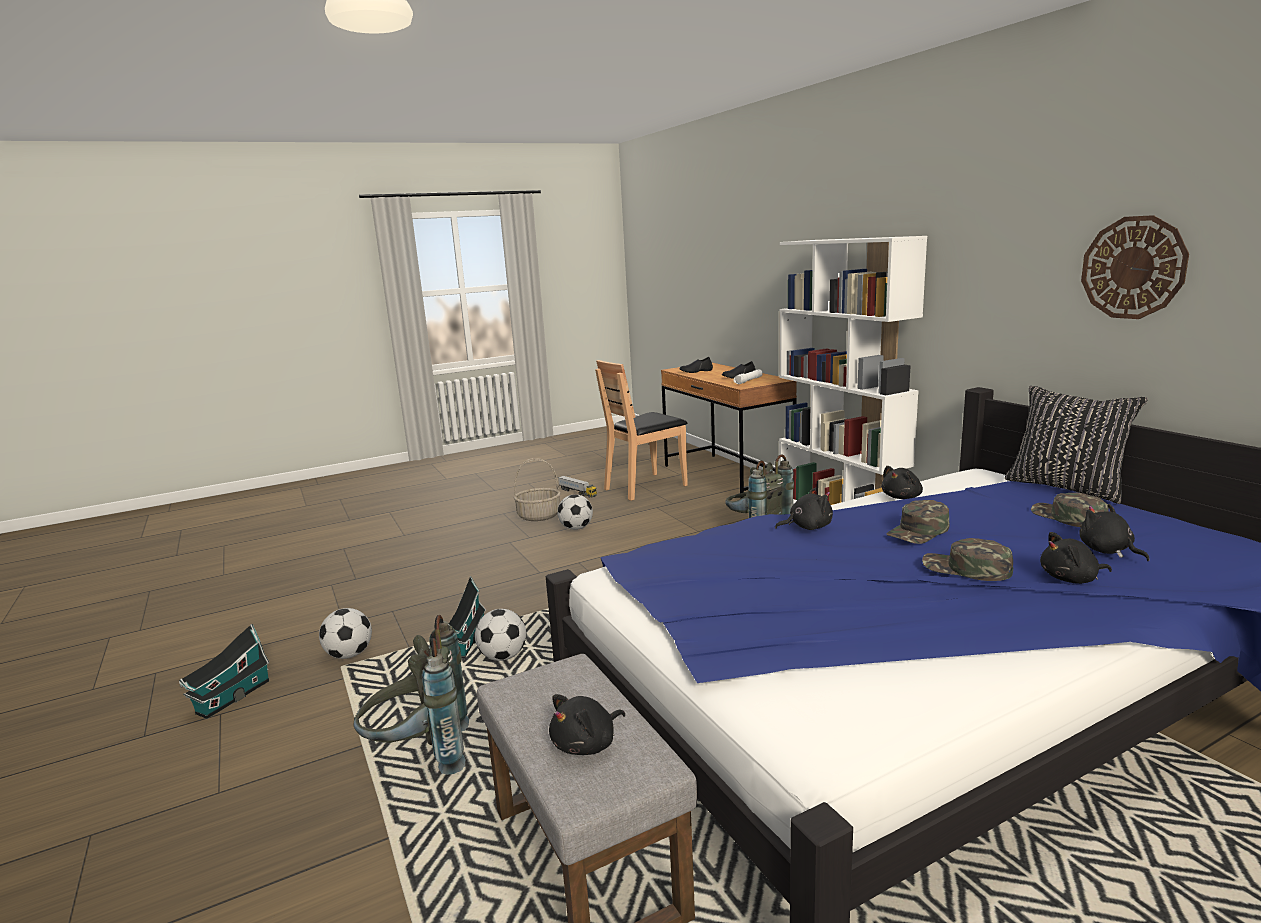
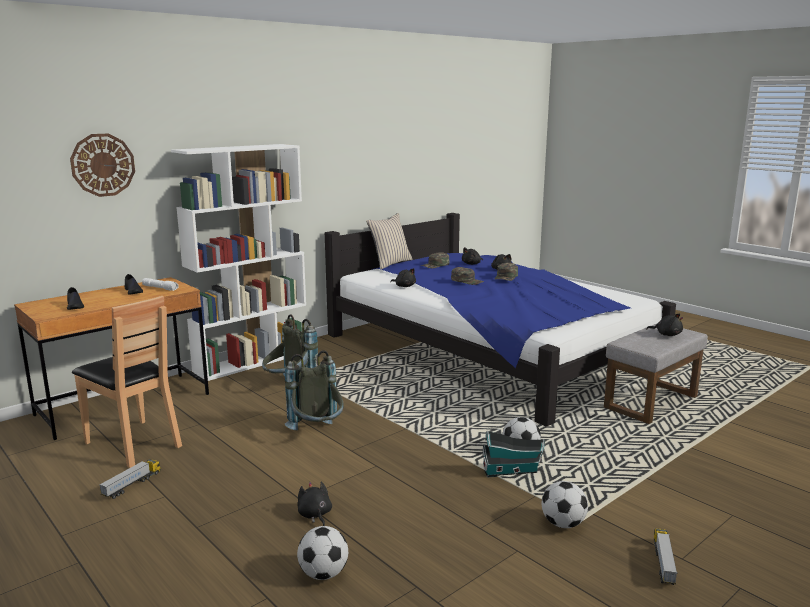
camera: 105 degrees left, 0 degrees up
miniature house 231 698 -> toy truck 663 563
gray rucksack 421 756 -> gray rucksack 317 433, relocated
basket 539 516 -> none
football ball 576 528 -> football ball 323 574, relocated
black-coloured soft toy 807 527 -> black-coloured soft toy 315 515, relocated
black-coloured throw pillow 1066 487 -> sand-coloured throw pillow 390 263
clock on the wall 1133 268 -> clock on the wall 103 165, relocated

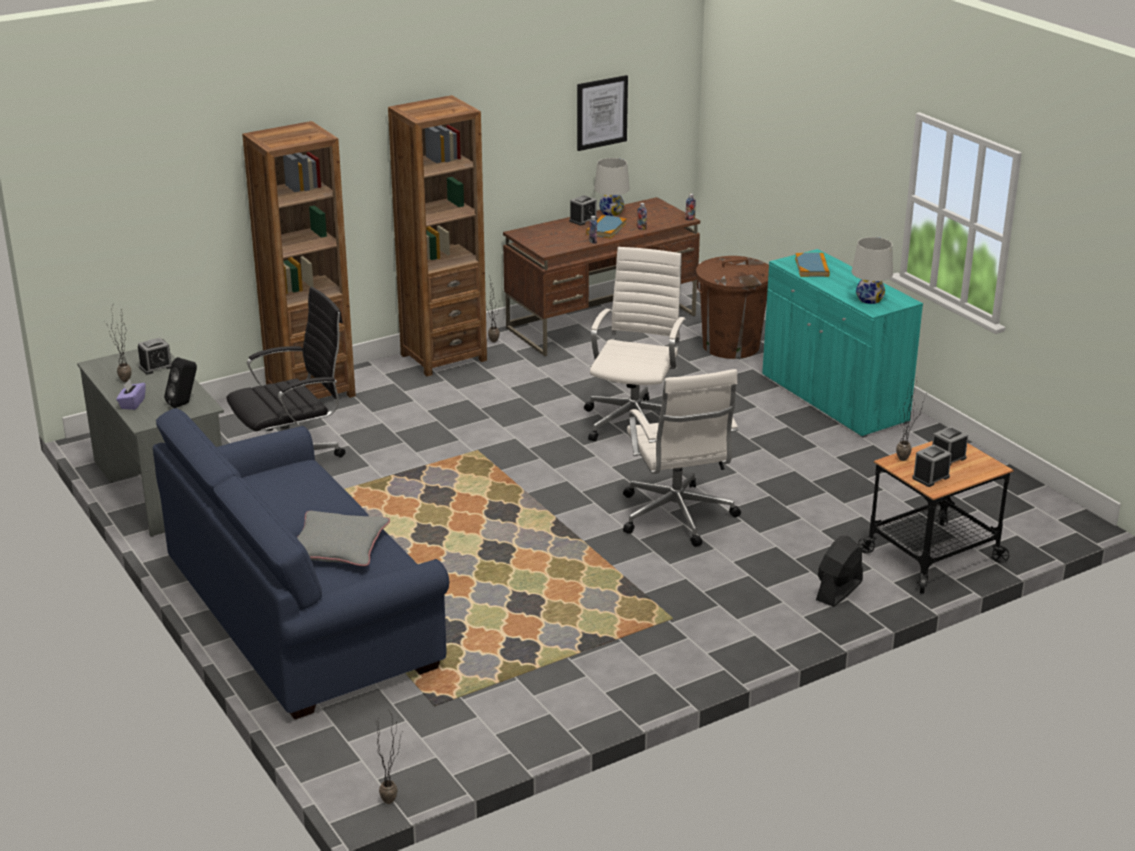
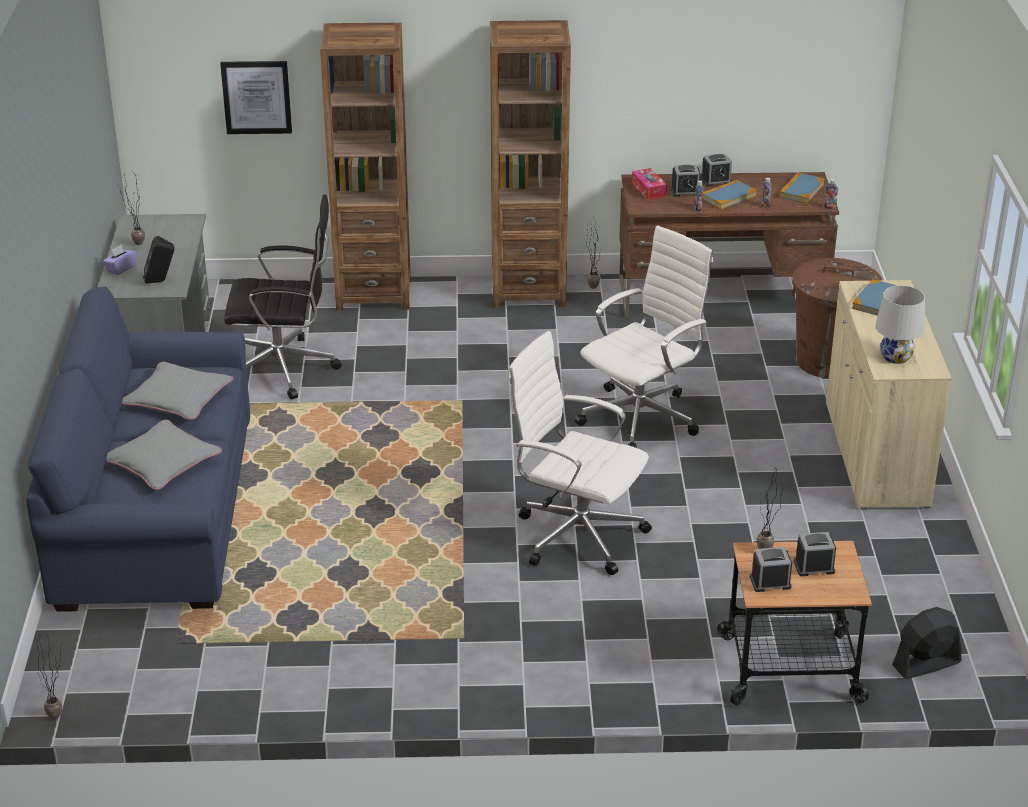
camera: 30 degrees right, 5 degrees up
table clock 156 367 -> table clock 685 191, relocated
wall picture 601 112 -> wall picture 256 97, relocated
whitish lamp for a table 611 212 -> none
whitish computer chair 677 517 -> whitish computer chair 576 534, 105 degrees clockwise
blue-green cupboard 833 399 -> sand-coloured cupboard 875 455
black-coloured electric fan 839 591 -> black-coloured electric fan 926 664, relocated
none -> gray throw pillow 178 399
none -> tissue holder 648 189
none -> bound book 801 190

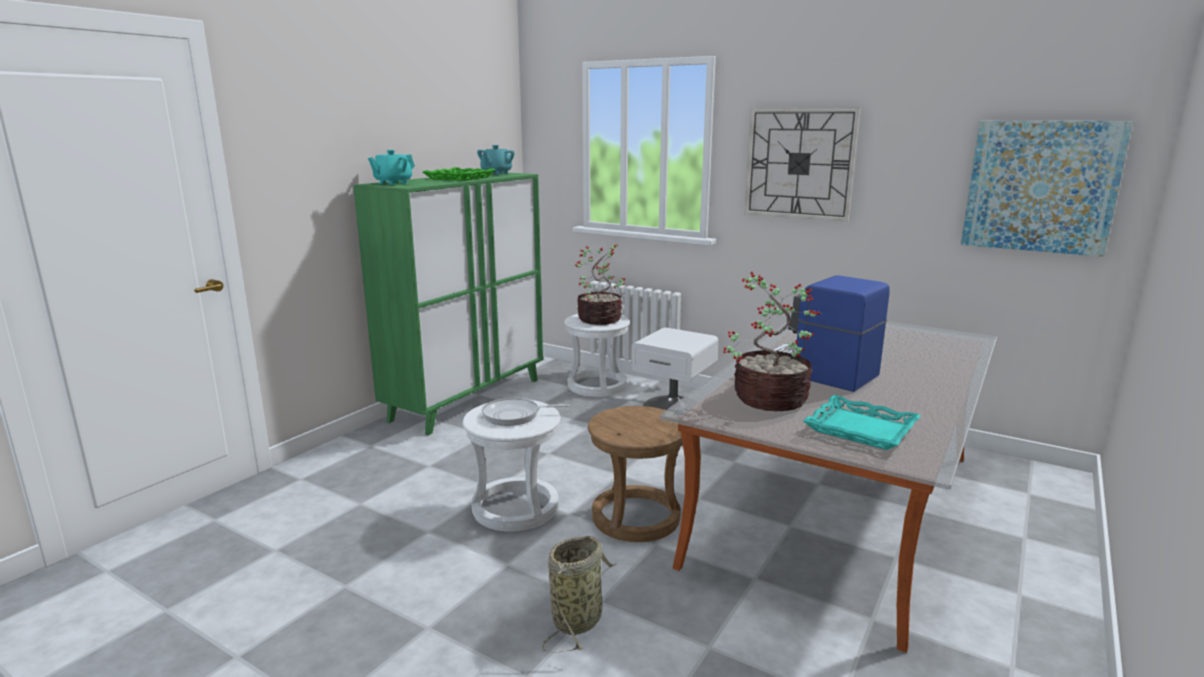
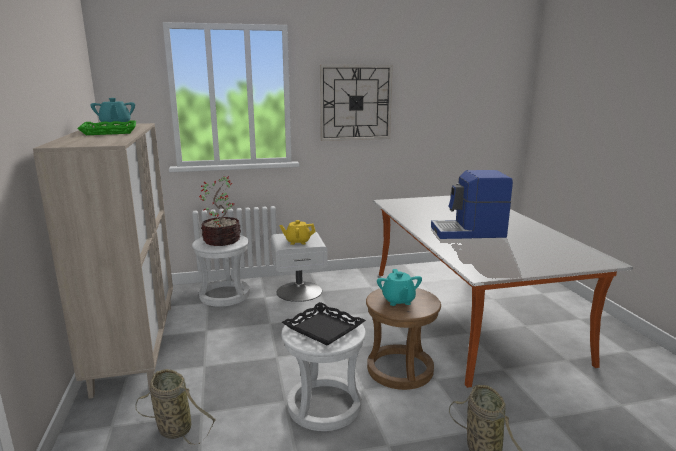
camera: 45 degrees left, 0 degrees up
greenish cupboard 467 399 -> sand-coloured cupboard 135 345
blue-green pot for tea 393 183 -> blue-green pot for tea 398 300, relocated
skillet 515 415 -> black-coloured carrying tray 324 328
plant in a pot 767 399 -> none
blue-green carrying tray 861 429 -> none
wall picture 1040 186 -> none
none -> basket 172 428
none -> yellow-coloured pot for tea 297 242

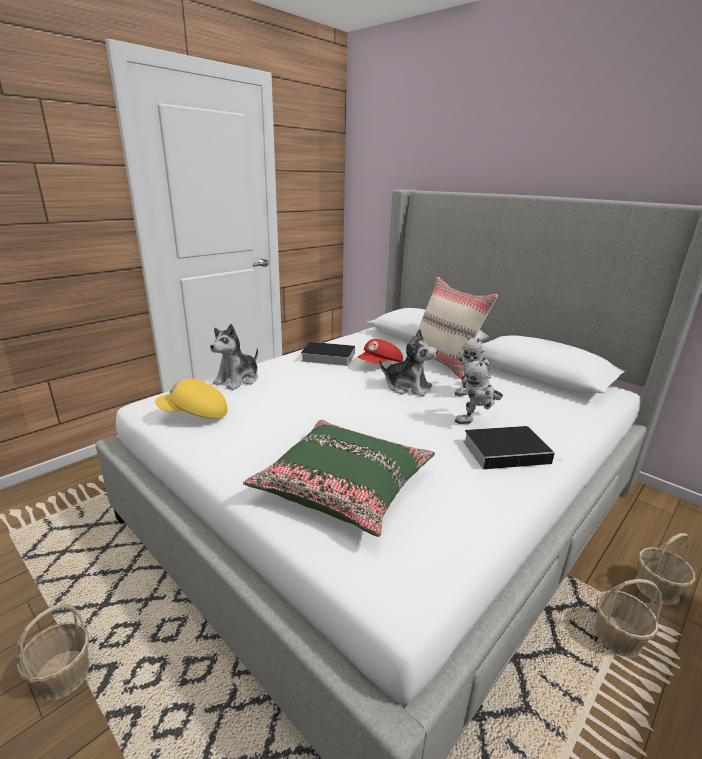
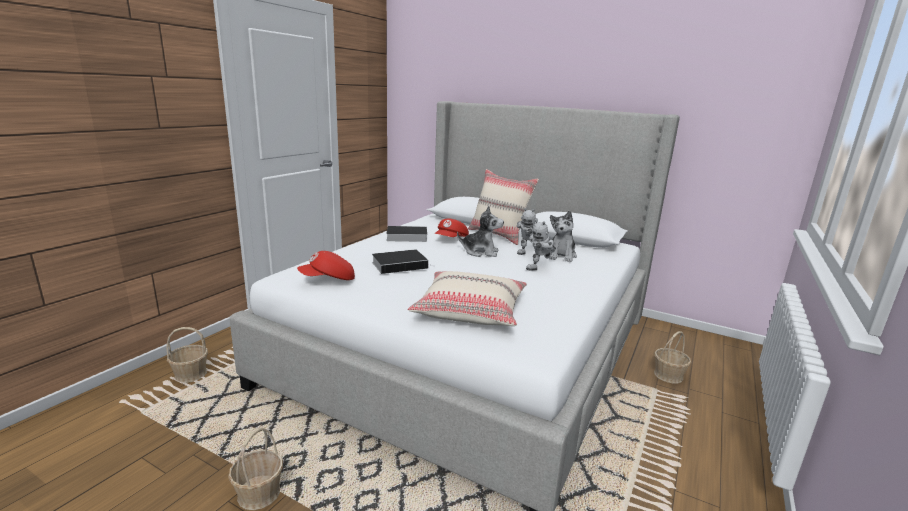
camera: 15 degrees left, 5 degrees down
yellow-coloured peaked cap 195 414 -> reddish peaked cap 328 279
soft toy 238 380 -> soft toy 561 255, relocated
greenish throw pillow 344 486 -> sand-coloured throw pillow 470 310
bound book 507 451 -> bound book 401 265, relocated
basket 616 636 -> basket 190 374, relocated

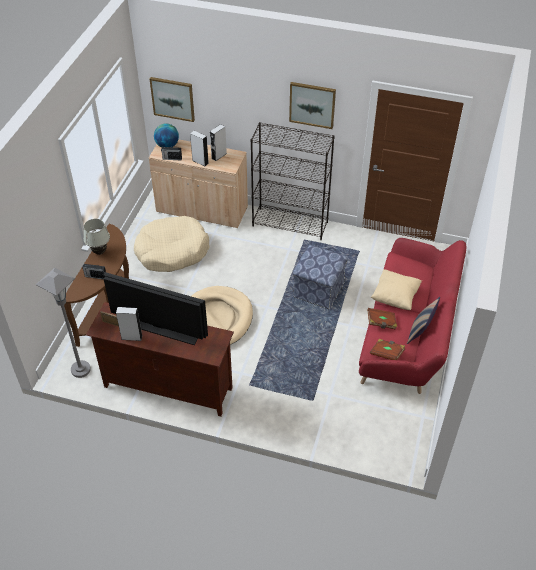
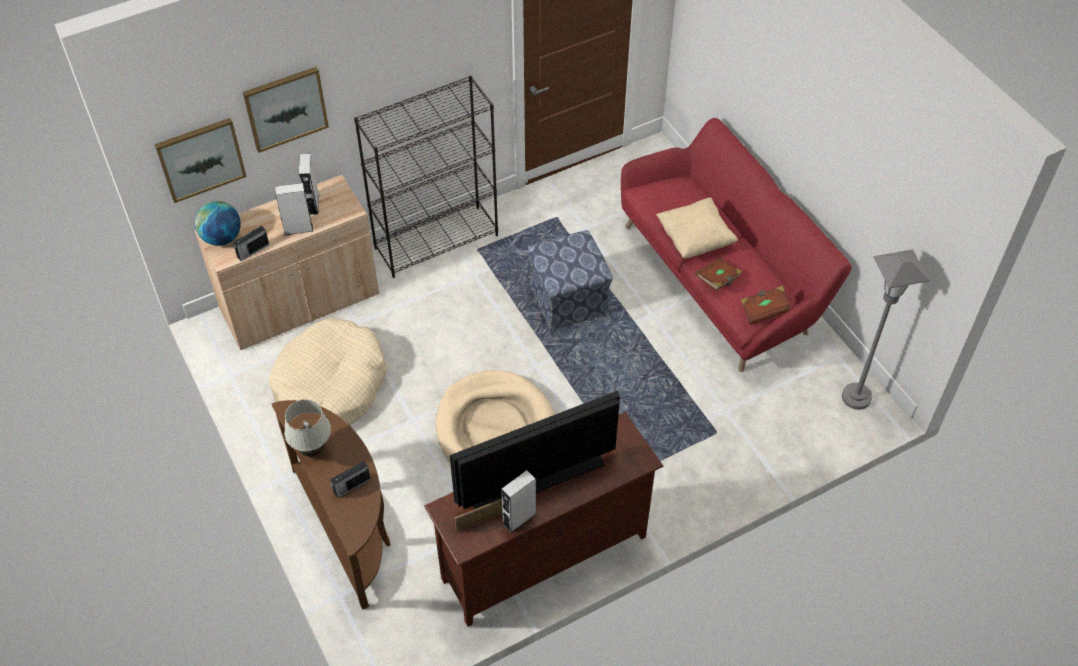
camera: 45 degrees left, 5 degrees up
gray floor lamp 80 370 -> gray floor lamp 856 397, relocated
wall picture 312 104 -> wall picture 285 108, relocated
throw pillow 420 332 -> none

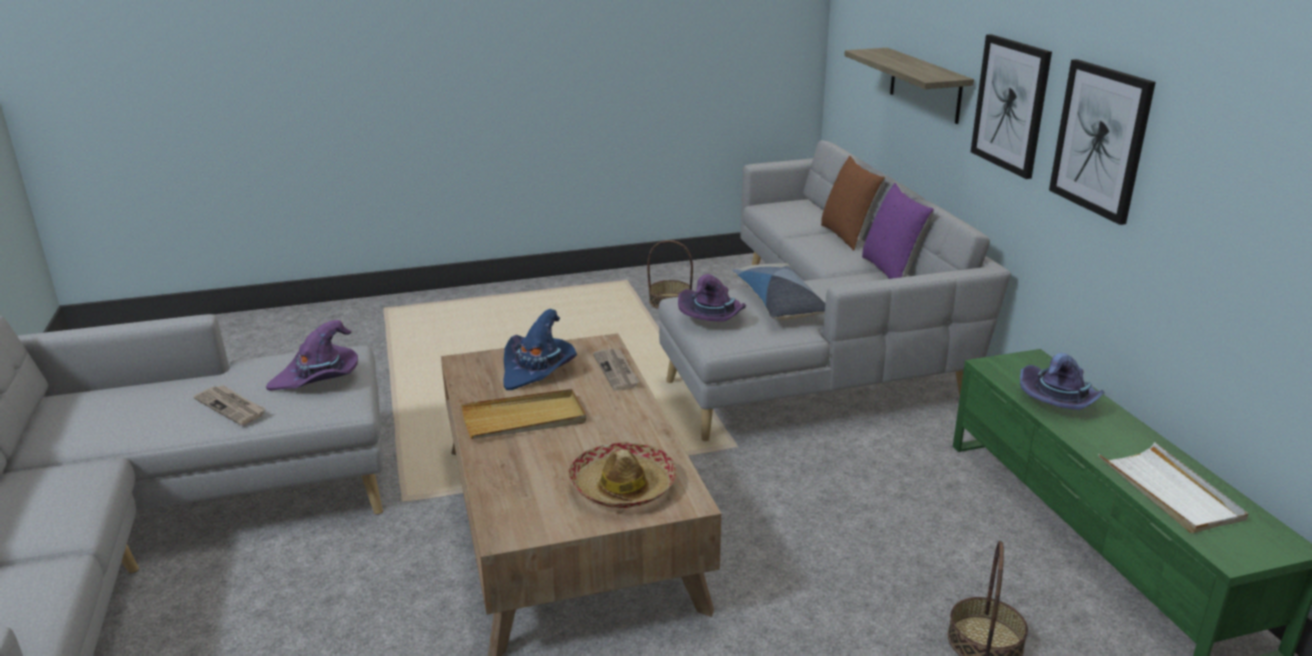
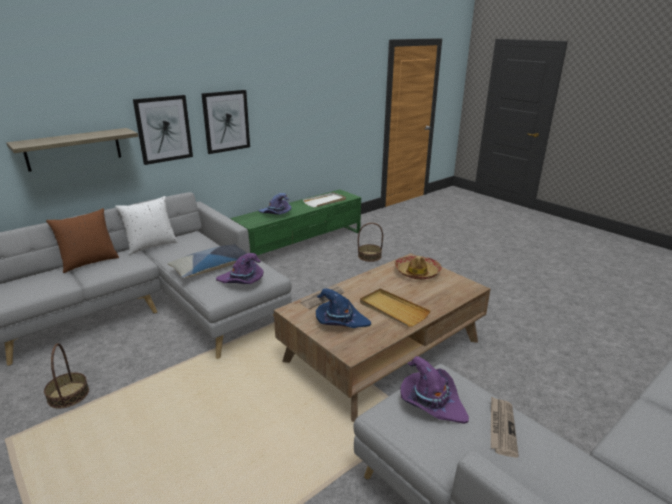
camera: 115 degrees left, 0 degrees up
purple-coloured throw pillow 892 270 -> whitish throw pillow 151 246

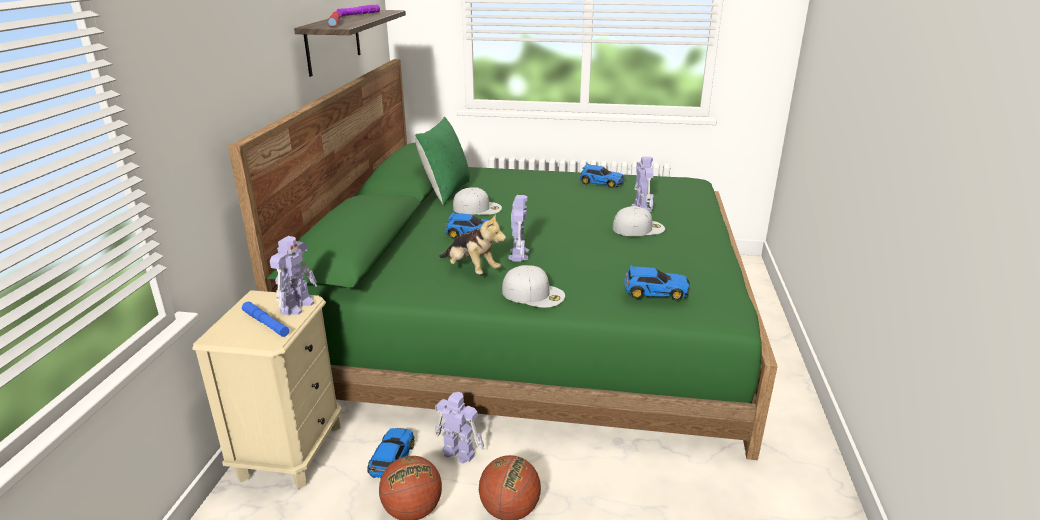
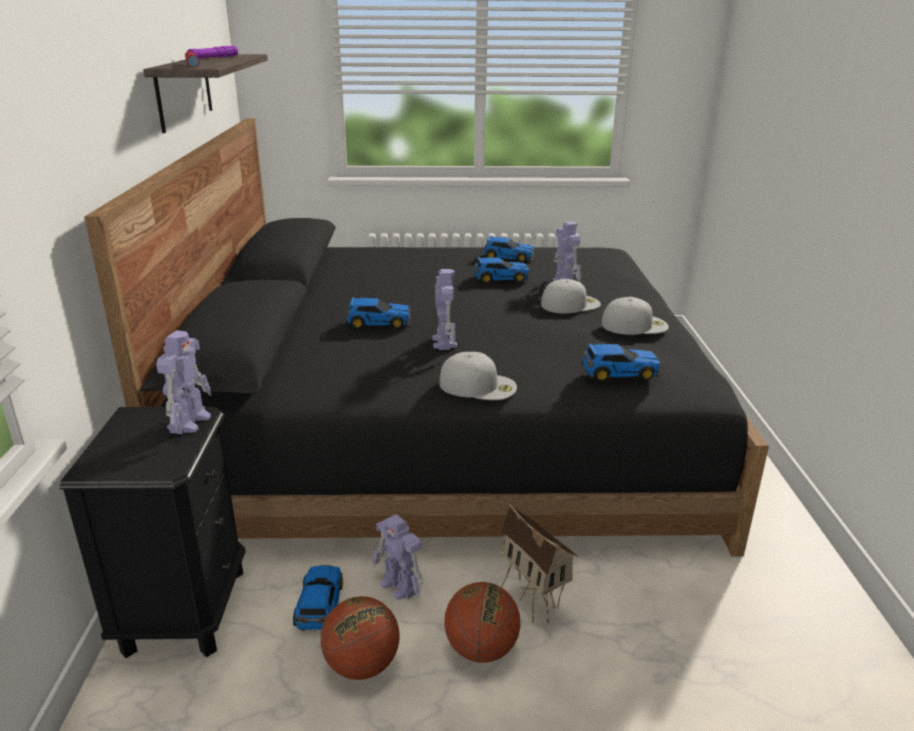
camera: 10 degrees left, 0 degrees up
sand-coloured night table 291 451 -> black-coloured night table 185 610
greenish bed 535 319 -> black-coloured bed 449 420
blue-coloured torch 266 323 -> none
greenish throw pillow 445 191 -> none
robot figure 458 452 -> robot figure 400 587, 150 degrees counterclockwise
soft toy 471 269 -> none
whitish peaked cap 478 208 -> whitish peaked cap 635 324, relocated
none -> toy car 500 278
none -> miniature house 533 601

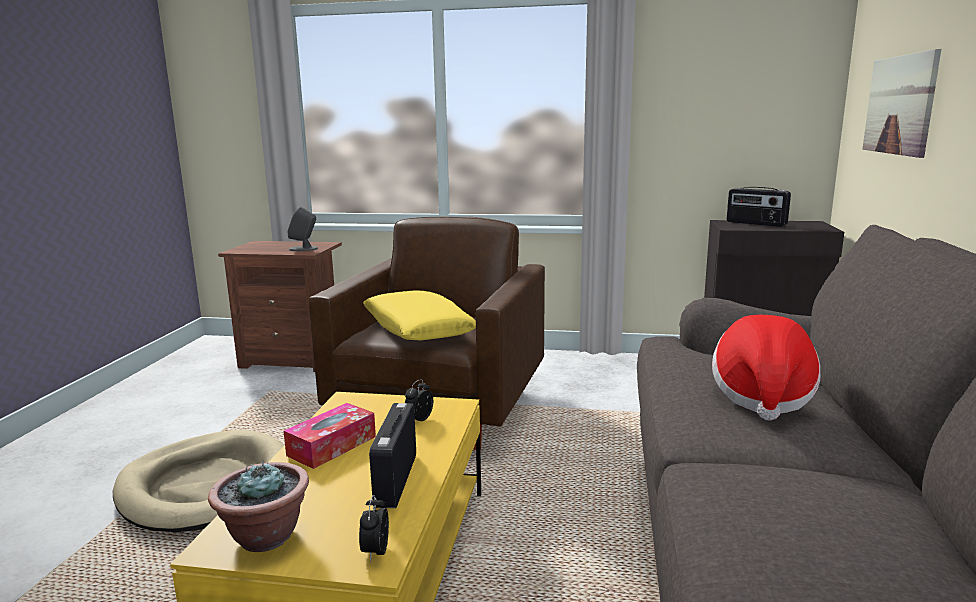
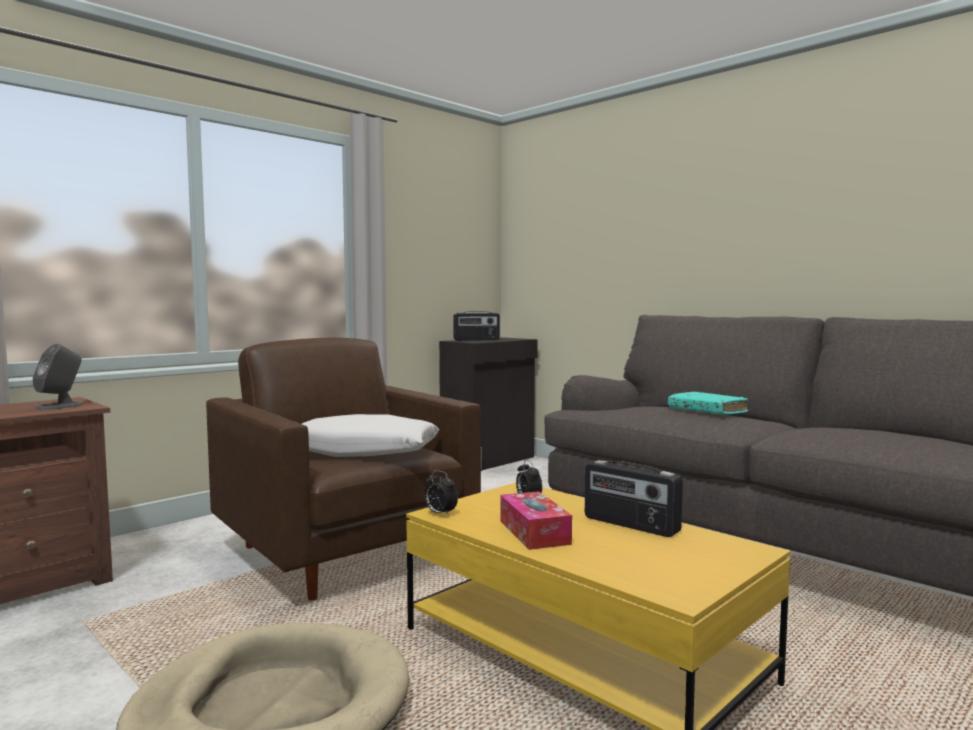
camera: 55 degrees left, 10 degrees down
plant in a pot 265 536 -> none
table clock 375 551 -> table clock 440 514, relocated
yellow-coloured throw pillow 417 329 -> whitish throw pillow 364 451
wearable hat 762 396 -> blue-green bound book 707 411
wall picture 899 105 -> none

